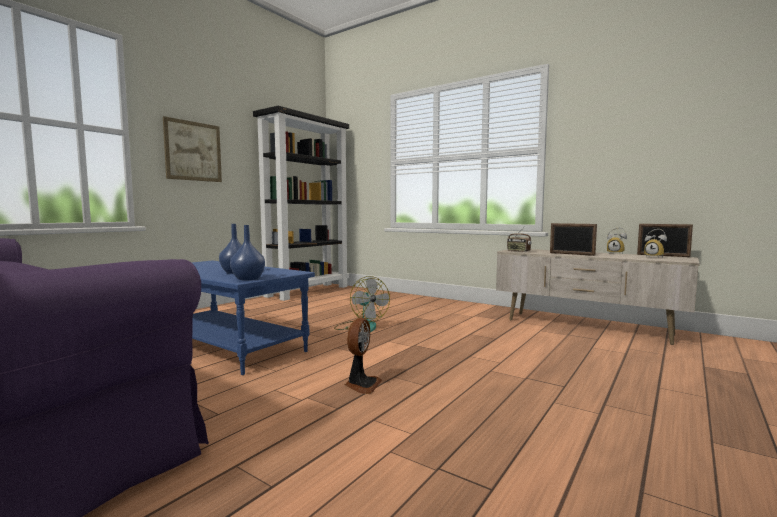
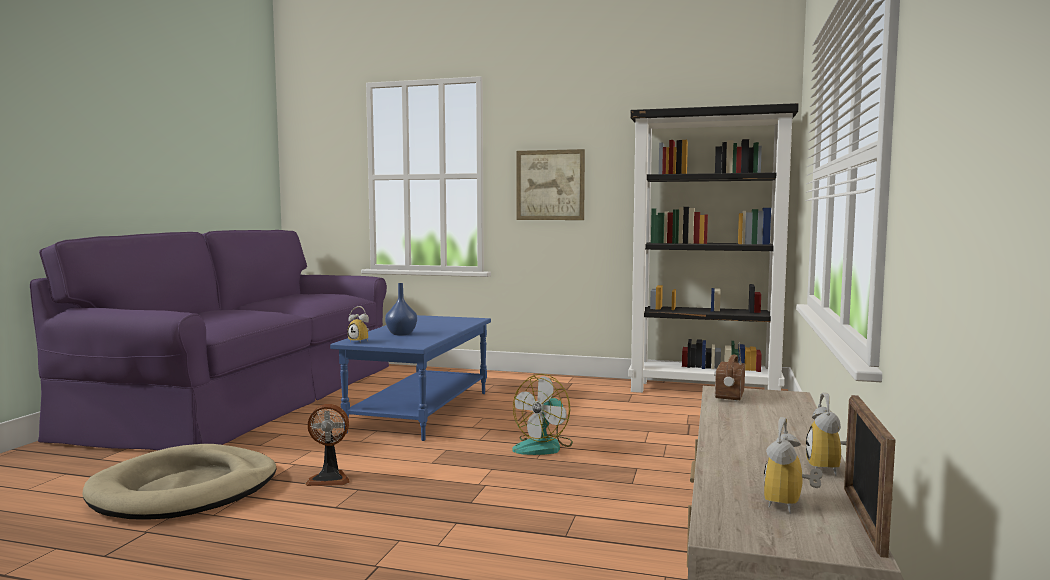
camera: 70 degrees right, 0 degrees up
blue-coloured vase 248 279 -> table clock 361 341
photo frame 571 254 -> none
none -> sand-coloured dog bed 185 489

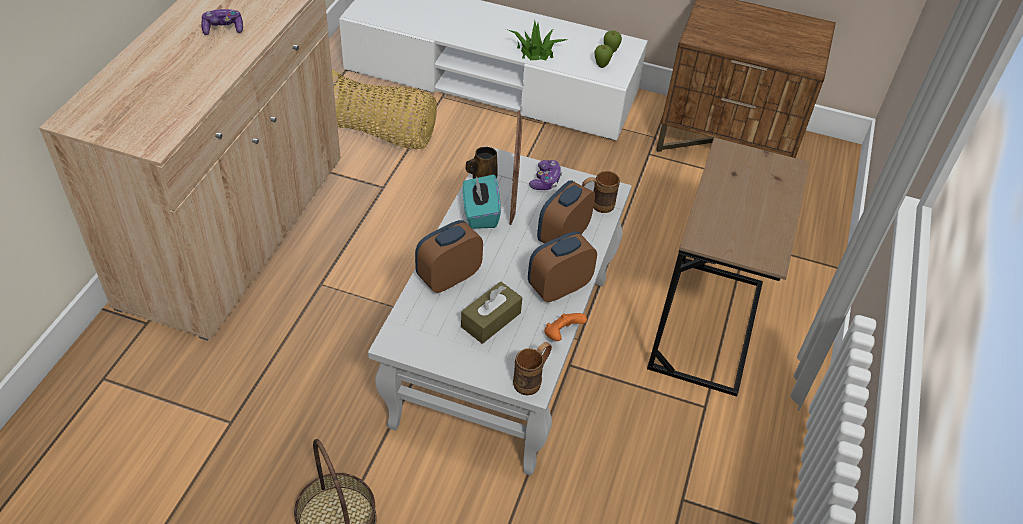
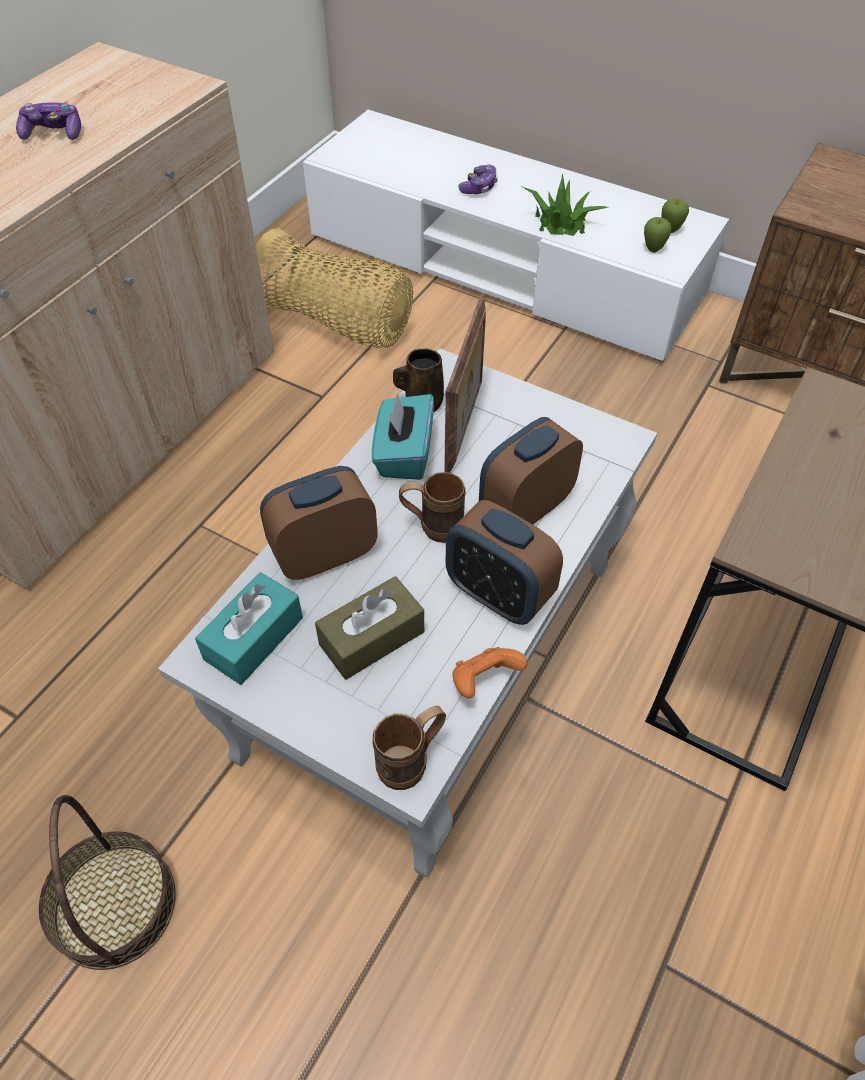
camera: 15 degrees right, 5 degrees up
table clock 558 287 -> table clock 498 594, 120 degrees counterclockwise
game controller 545 181 -> game controller 479 187, relocated
brown-coloured coffee mug 596 205 -> brown-coloured coffee mug 432 527, relocated
none -> blue-green tissue holder 254 638

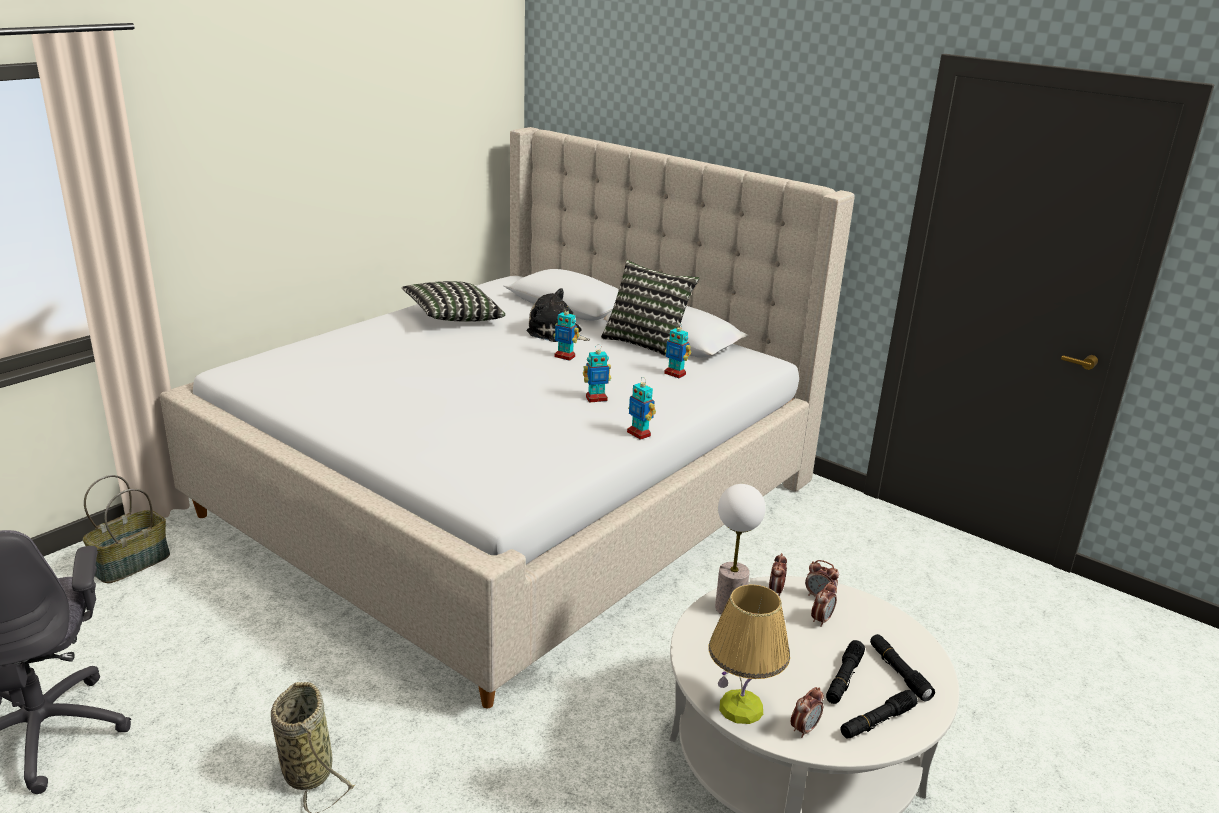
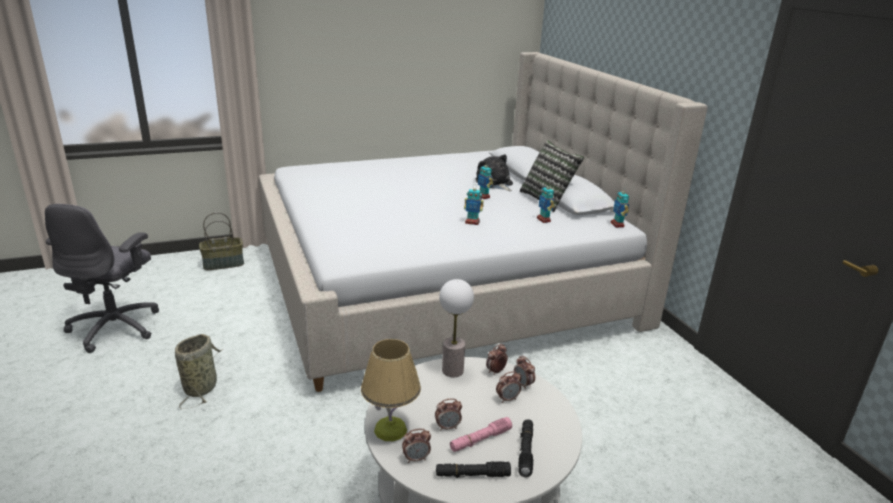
camera: 30 degrees right, 0 degrees up
throw pillow 453 318 -> none
robot figure 639 434 -> robot figure 617 225, relocated
black-coloured torch 843 678 -> pinkish torch 480 439
none -> table clock 447 427

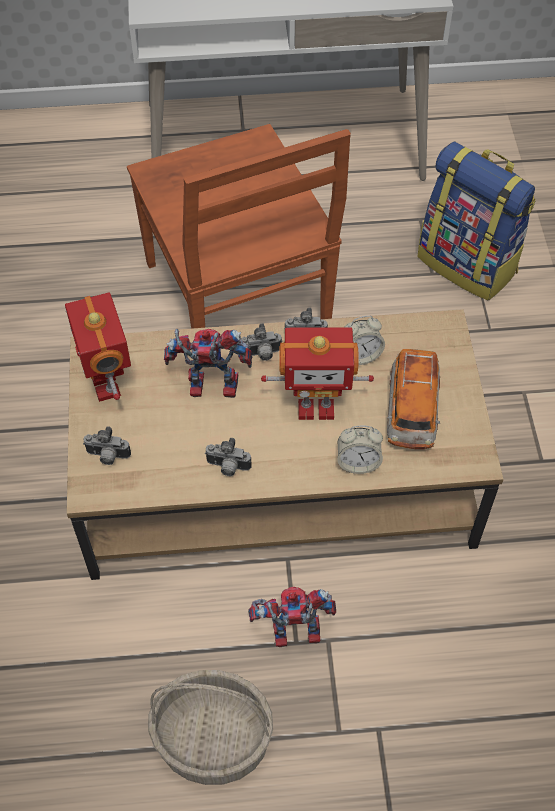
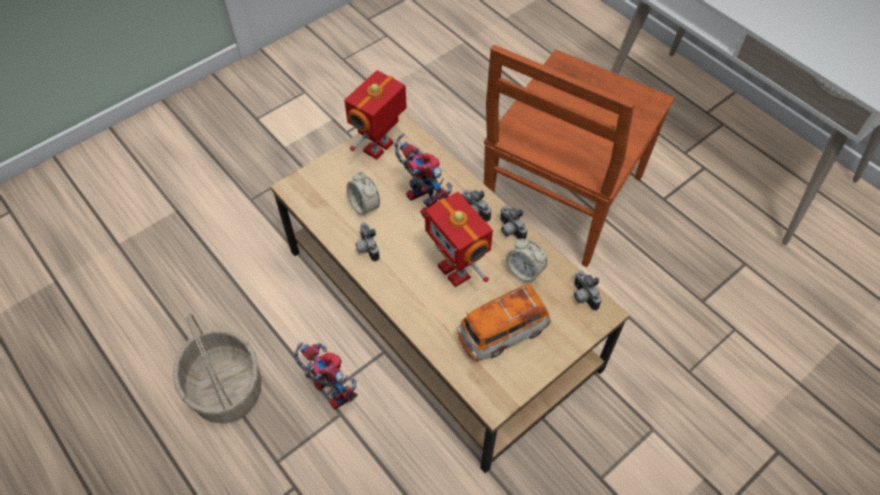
camera: 55 degrees right, 0 degrees up
photo camera 107 456 -> photo camera 582 297, relocated
table clock 358 462 -> table clock 364 206, relocated
rucksack 468 264 -> none

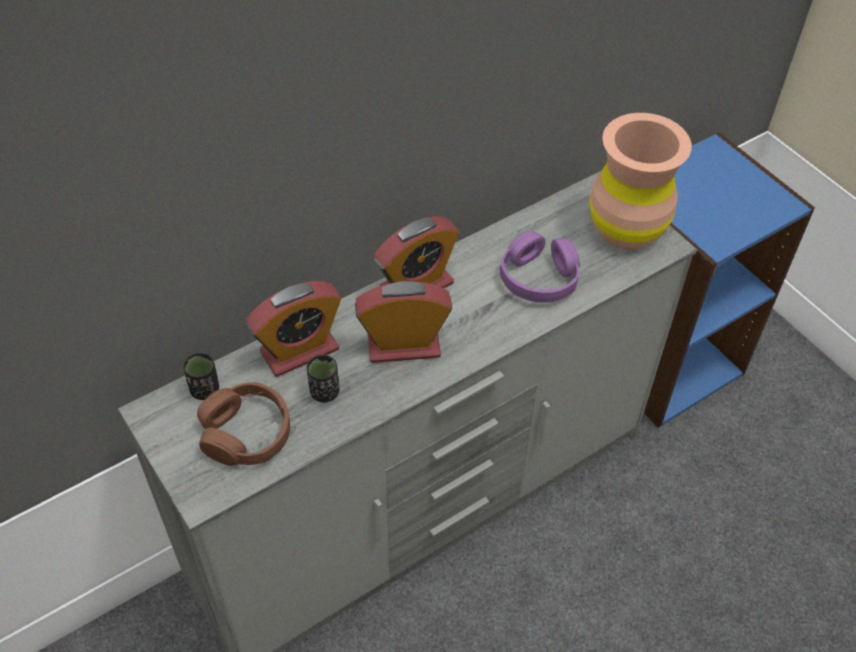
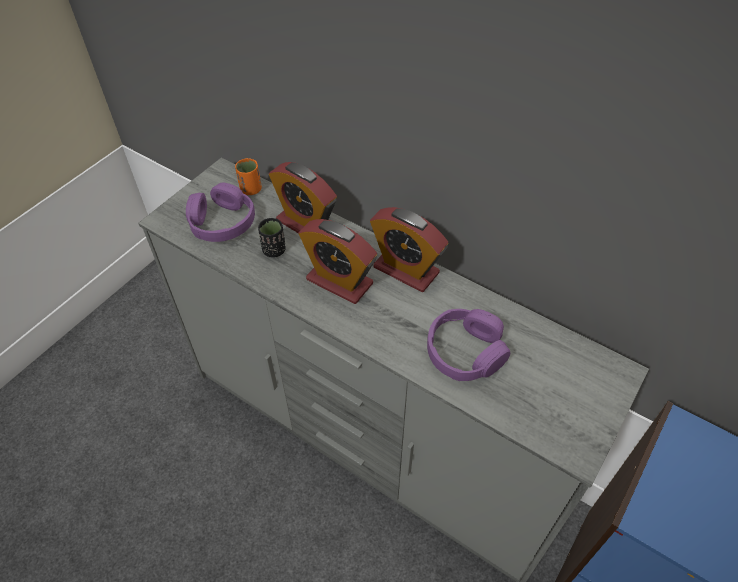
camera: 70 degrees right, 0 degrees up
black-coloured small cup 205 390 -> orange-coloured small cup 251 189
brown-coloured headset 246 433 -> purple-coloured headset 222 222
table clock 403 345 -> table clock 339 281, 150 degrees clockwise
brown-coloured vase 626 228 -> none

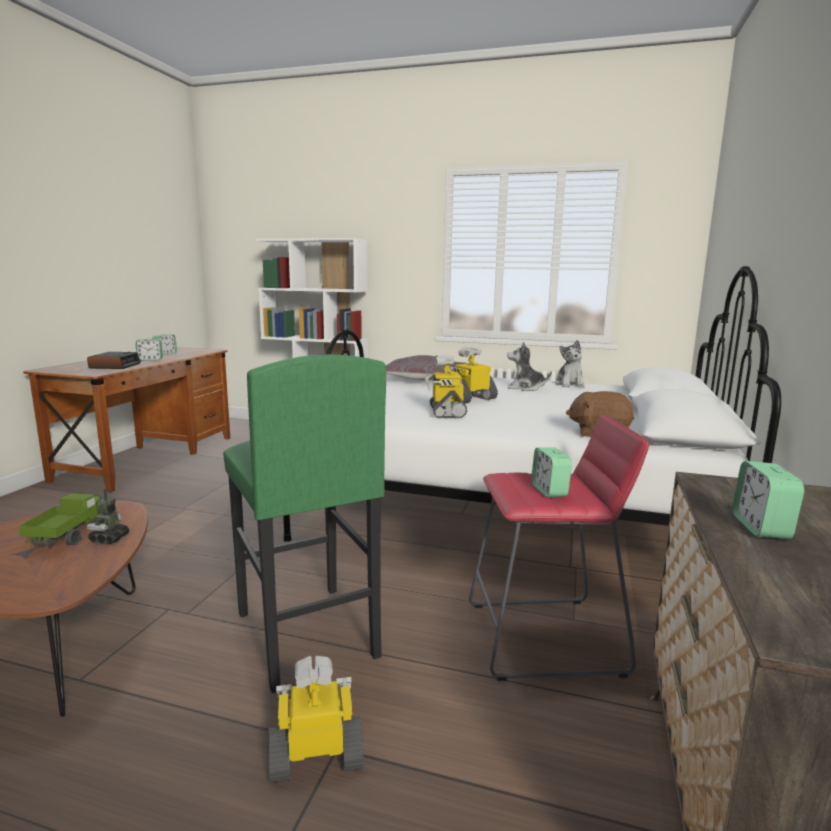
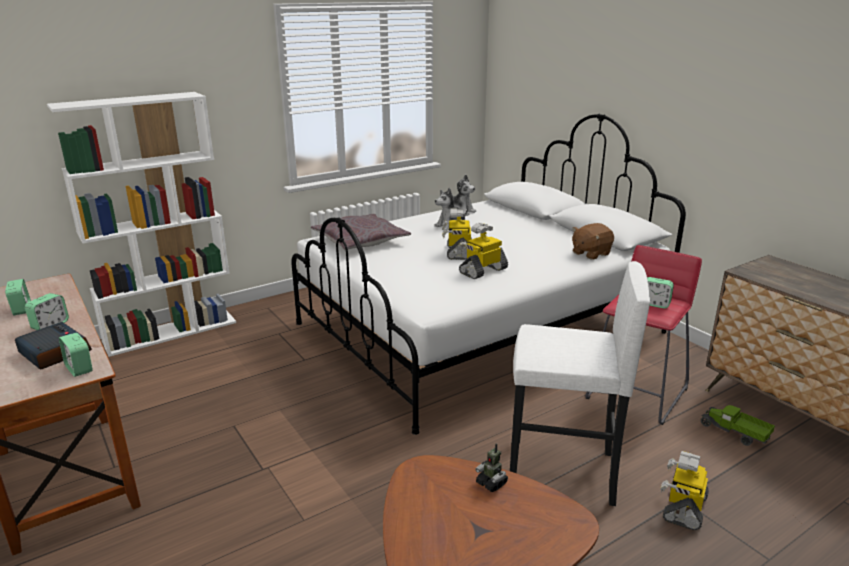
camera: 50 degrees left, 10 degrees up
toy truck 73 533 -> toy truck 734 433, relocated
greenish sitting stool 305 635 -> whitish sitting stool 562 472
robot figure 446 412 -> robot figure 482 271, 105 degrees clockwise
table clock 761 527 -> table clock 79 369, relocated

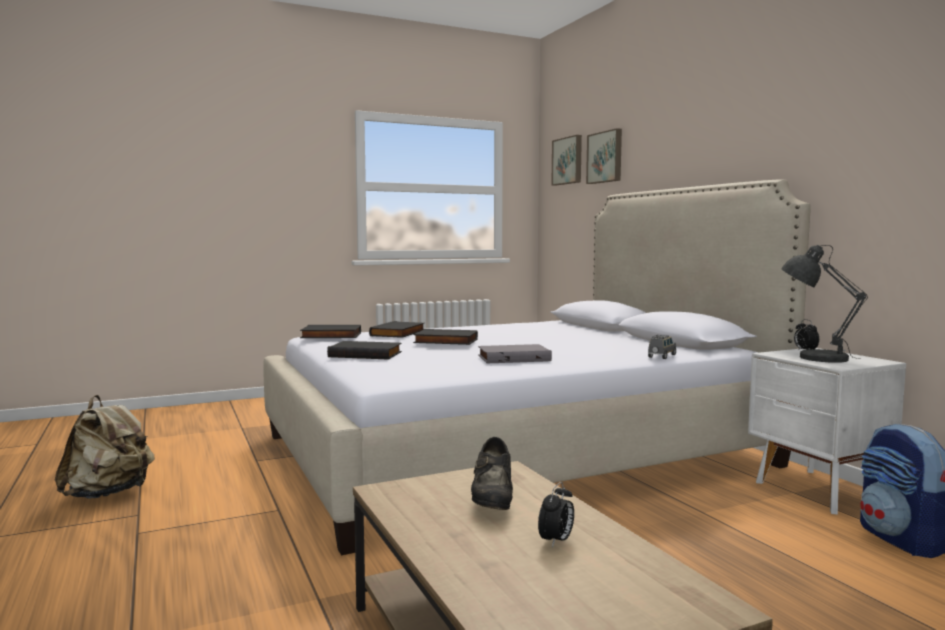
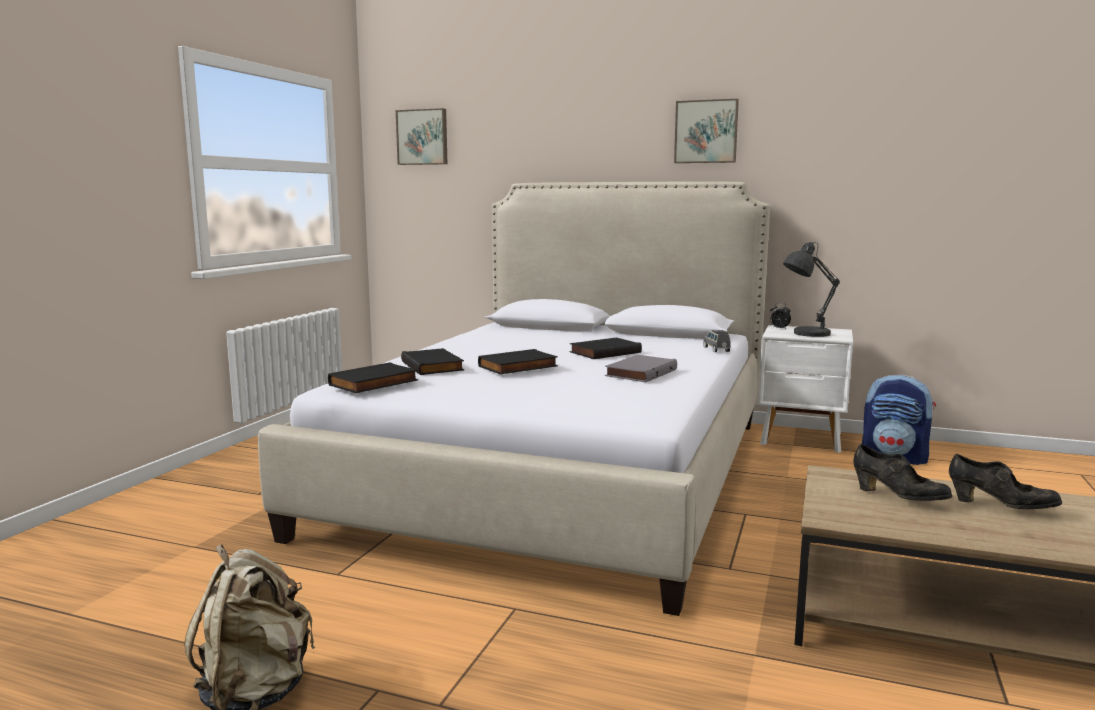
camera: 45 degrees left, 5 degrees up
black-coloured bound book 366 354 -> black-coloured bound book 604 352, relocated
table clock 556 541 -> black-coloured low shoe 1001 507
wall picture 605 157 -> wall picture 706 132, relocated

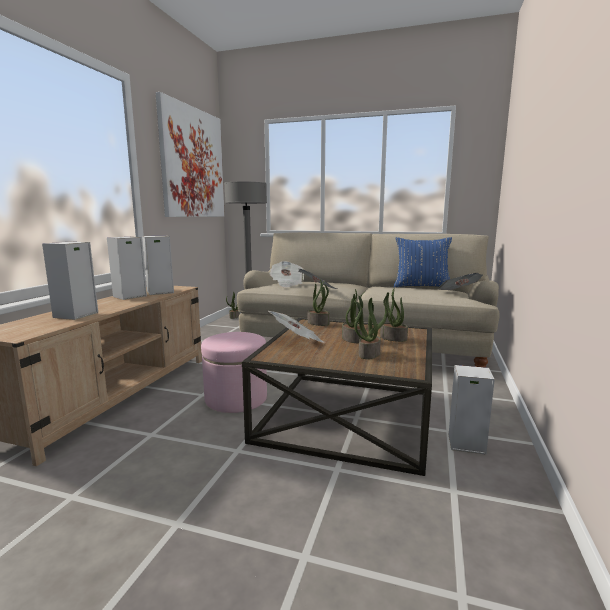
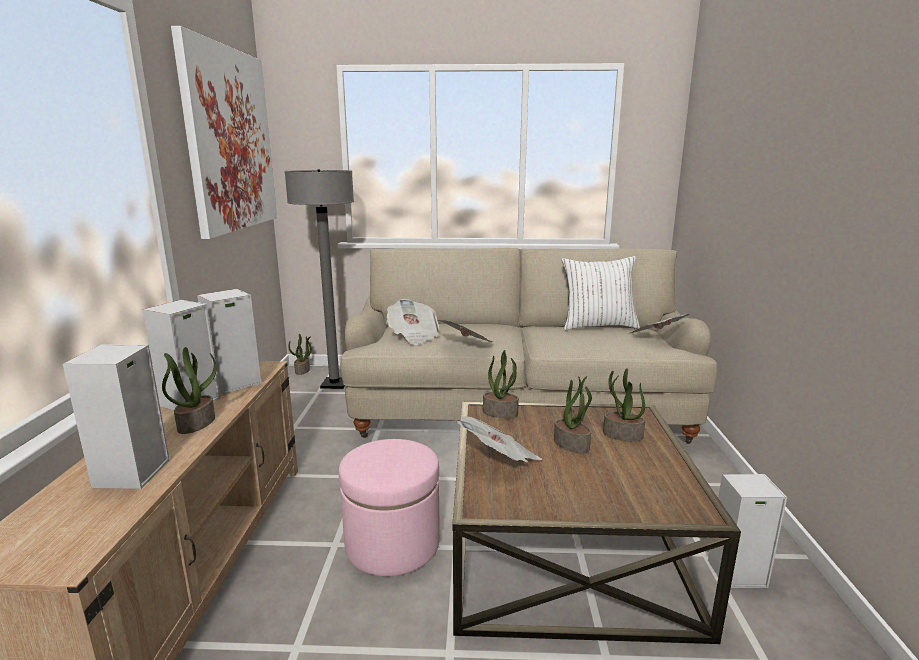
camera: 15 degrees left, 5 degrees up
plant in a pot 369 354 -> plant in a pot 196 423, relocated
blue-coloured throw pillow 421 287 -> whitish throw pillow 597 326

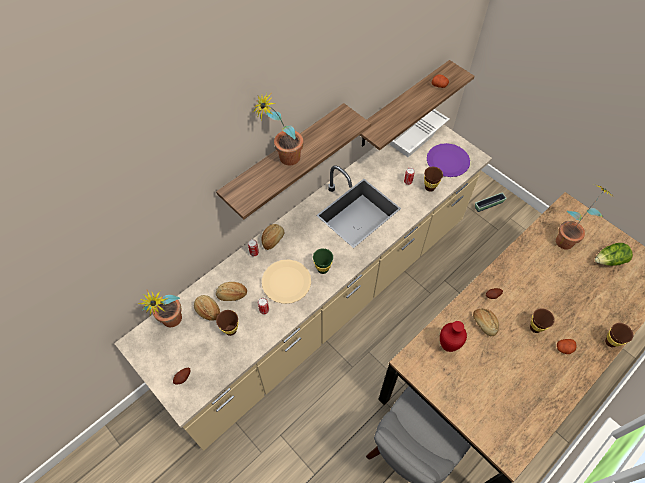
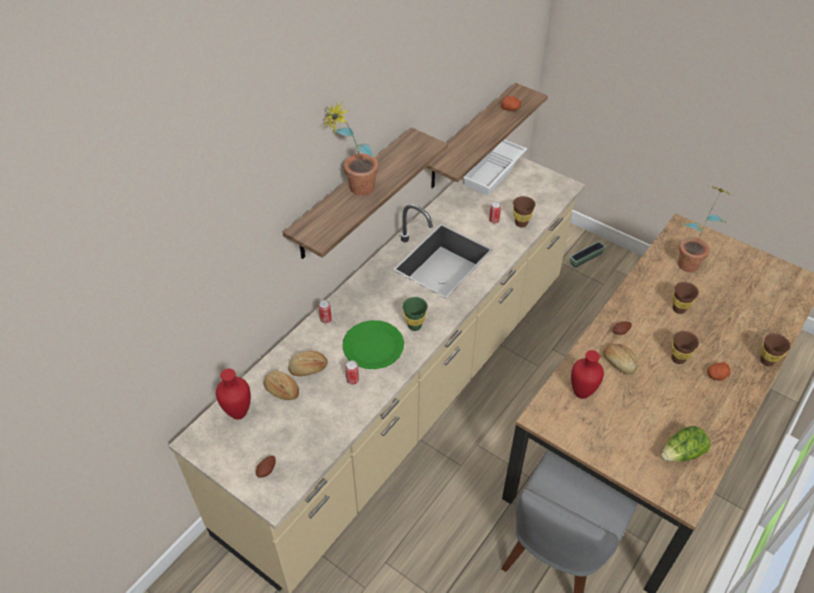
camera: 10 degrees left, 10 degrees down
plant in a pot 172 324 -> reddish vase 239 412
brown-coloured small cup 230 330 -> brown-coloured small cup 679 309, relocated
baked bread 272 239 -> none
sand-coloured plate 286 282 -> greenish plate 373 346
purple-coloured plate 447 161 -> none
lettuce head 609 260 -> lettuce head 682 453, relocated

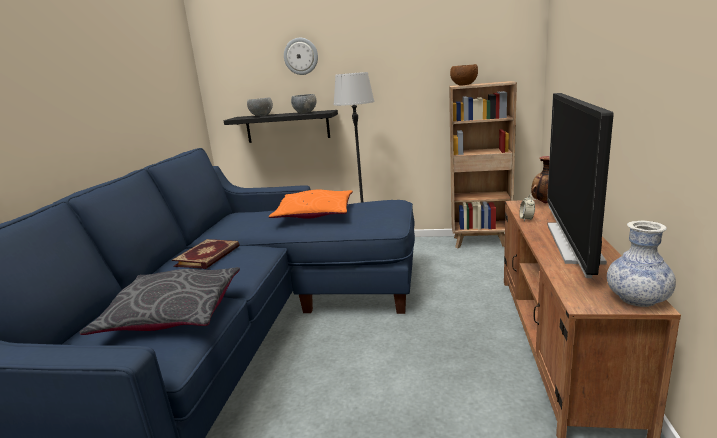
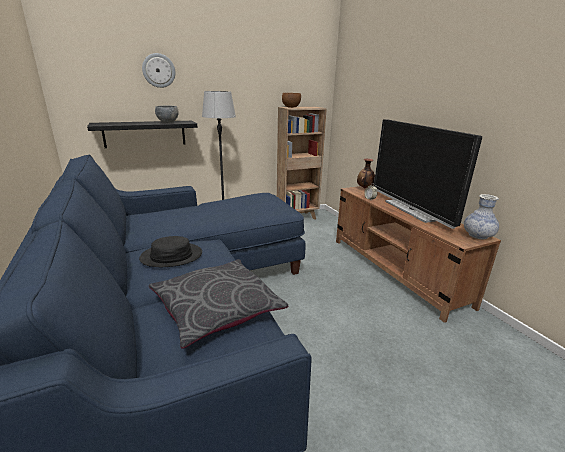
camera: 35 degrees left, 5 degrees up
bound book 208 256 -> black-coloured wearable hat 171 256
gray serving bowl 261 116 -> none
orange-coloured throw pillow 314 214 -> none

